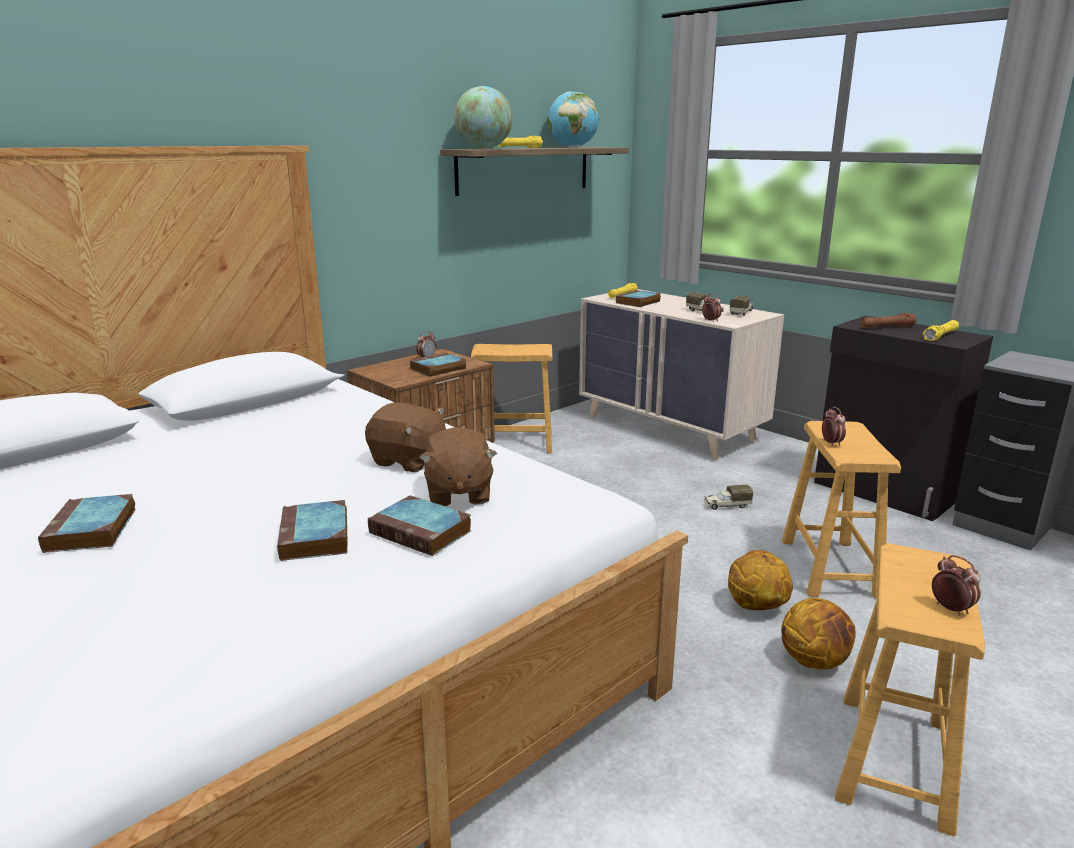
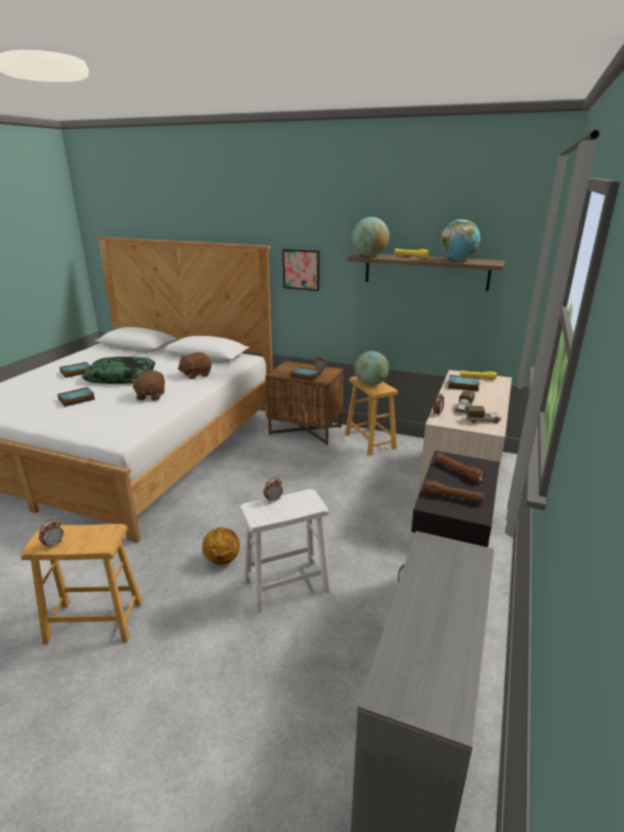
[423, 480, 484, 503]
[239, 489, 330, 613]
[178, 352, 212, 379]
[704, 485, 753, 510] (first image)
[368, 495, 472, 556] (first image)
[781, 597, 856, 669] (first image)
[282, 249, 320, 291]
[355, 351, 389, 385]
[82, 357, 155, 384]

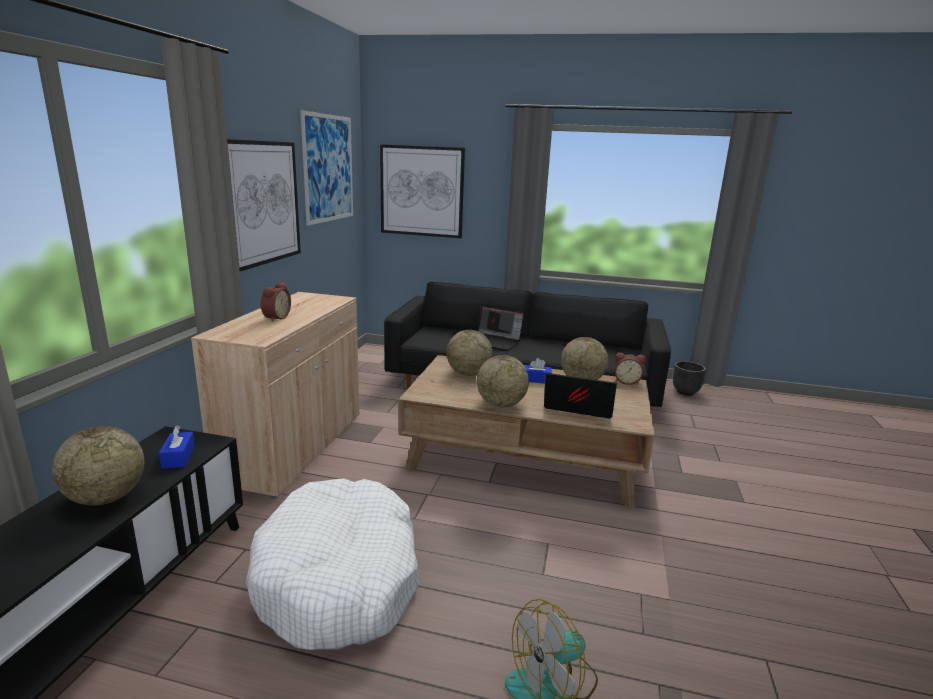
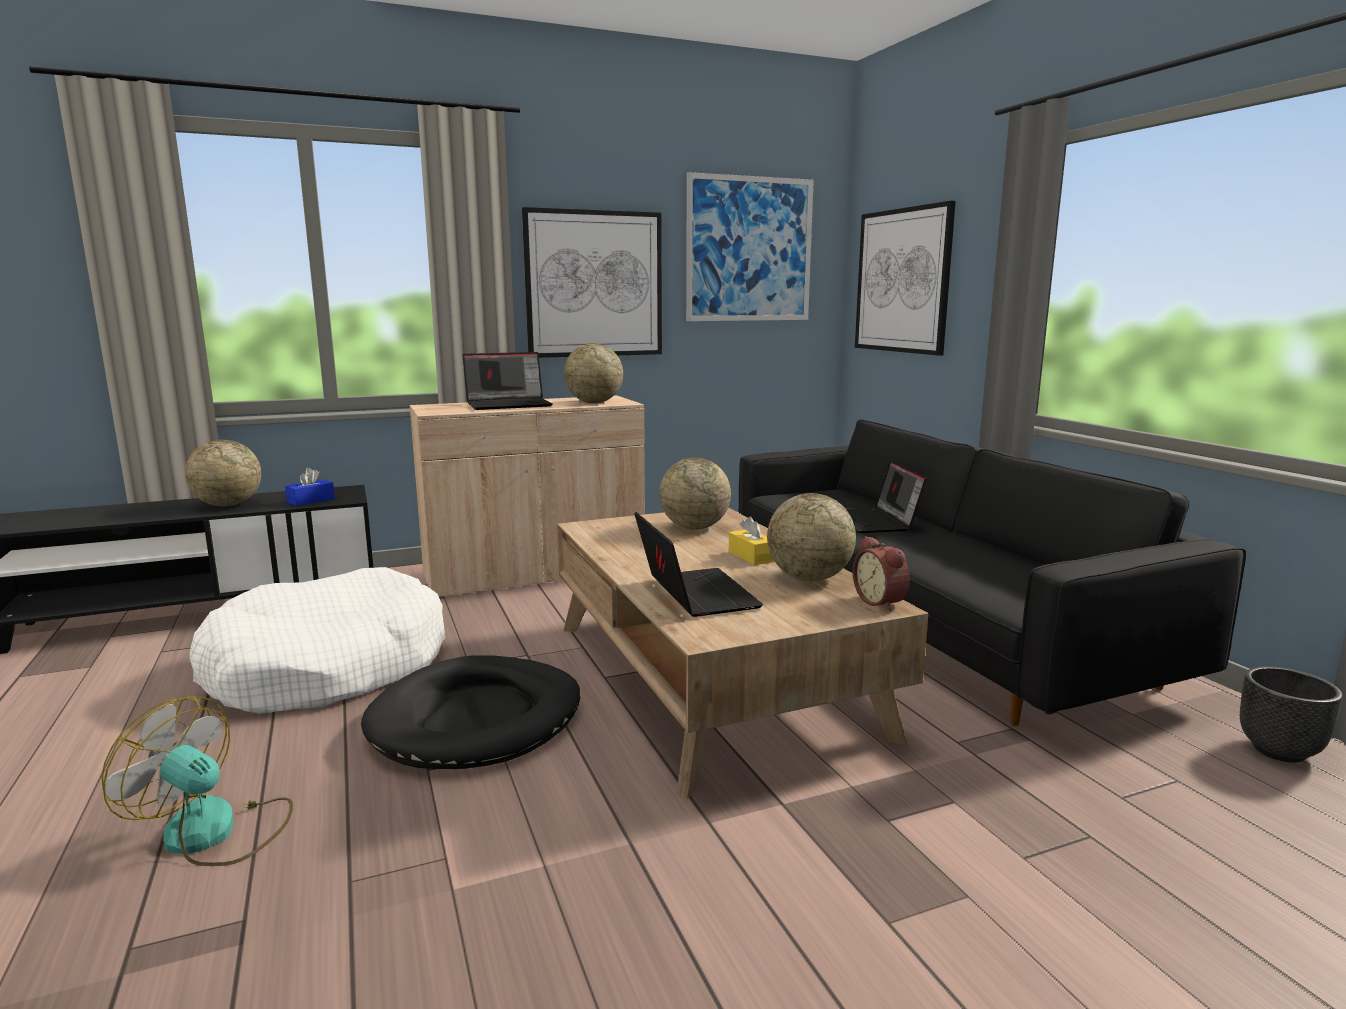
[462, 352, 552, 410]
[564, 343, 623, 403]
[729, 517, 775, 565]
[361, 655, 580, 769]

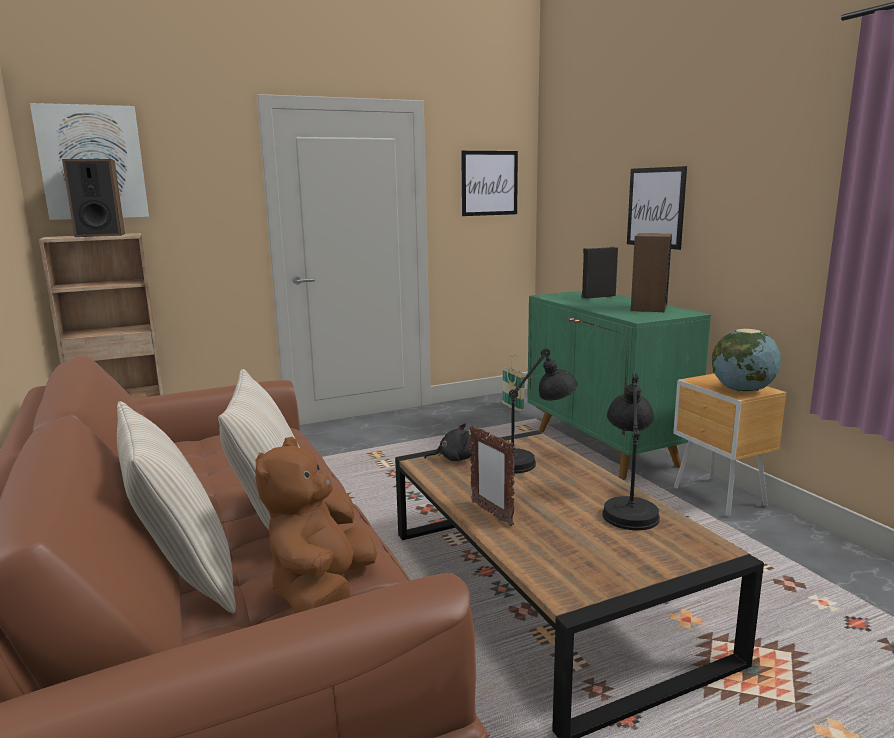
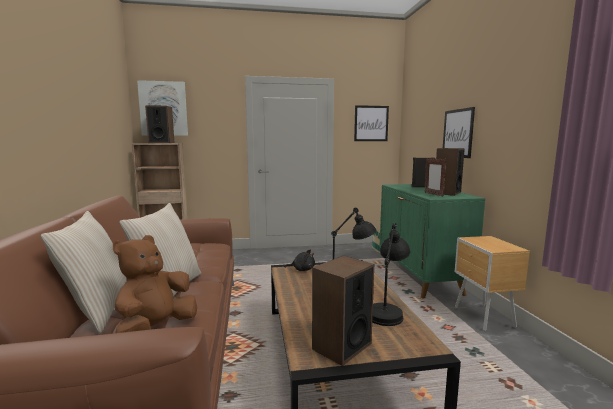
[712, 329, 781, 392] (first image)
[424, 158, 447, 197]
[312, 256, 374, 366]

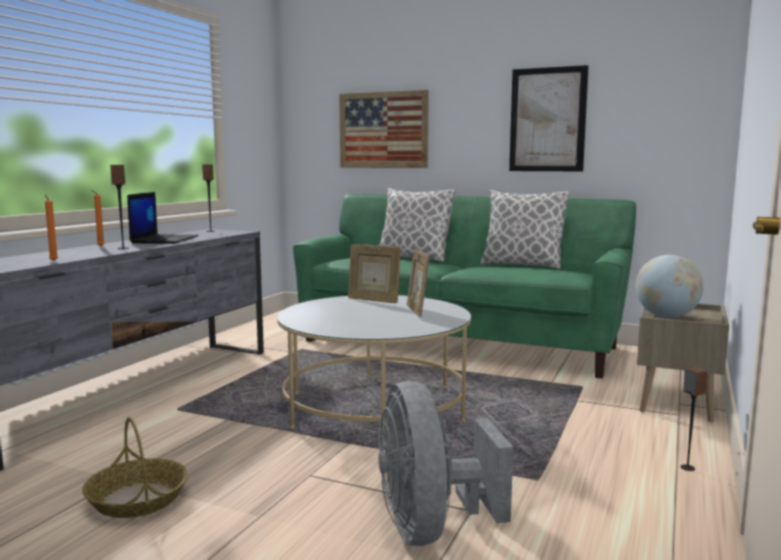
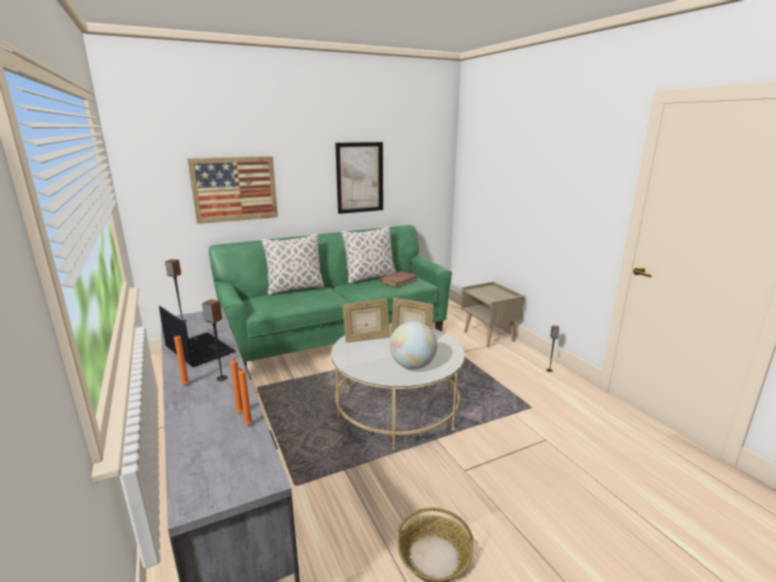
[390, 321, 437, 369]
[378, 381, 513, 546] (first image)
[380, 271, 418, 288]
[230, 356, 243, 413]

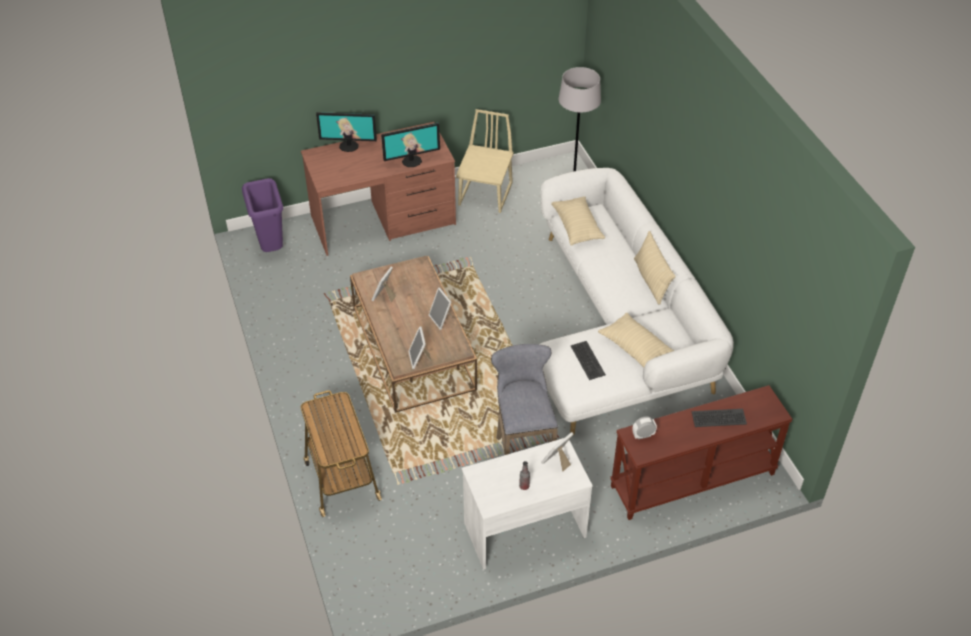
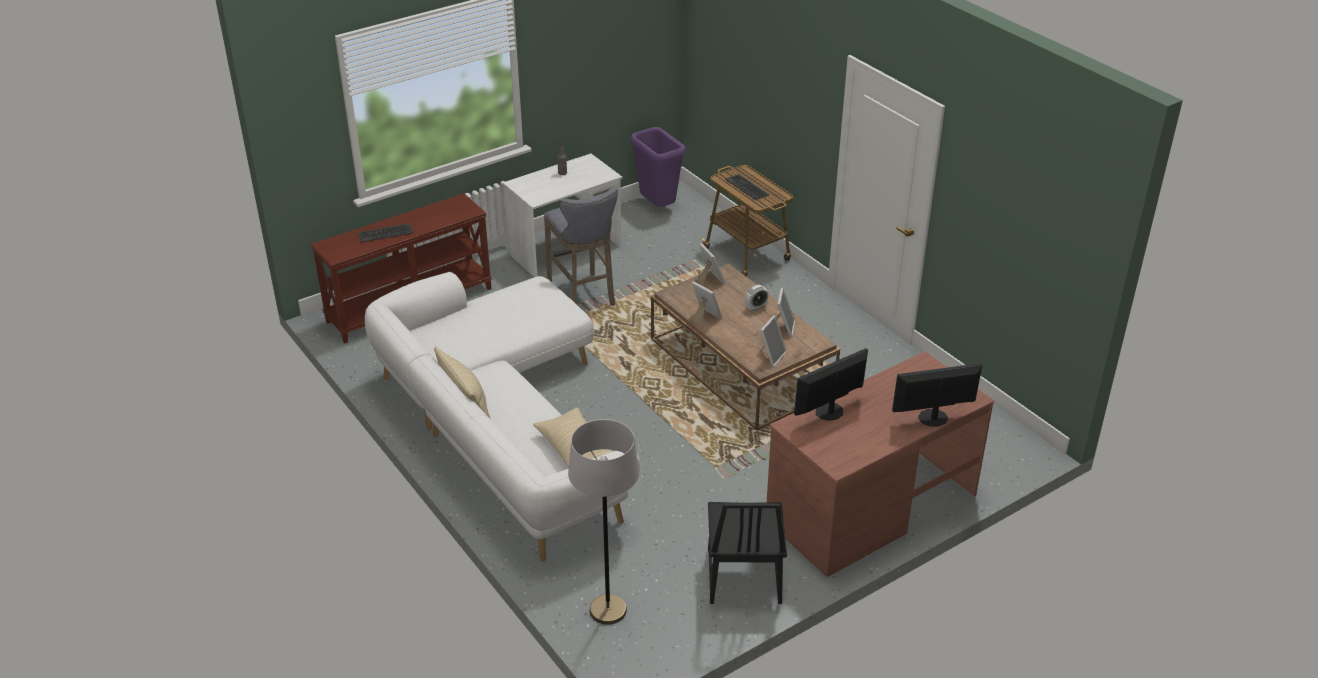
[708, 502, 787, 604]
[631, 127, 686, 207]
[598, 313, 675, 368] (first image)
[725, 174, 769, 200]
[745, 285, 769, 311]
[756, 315, 787, 367]

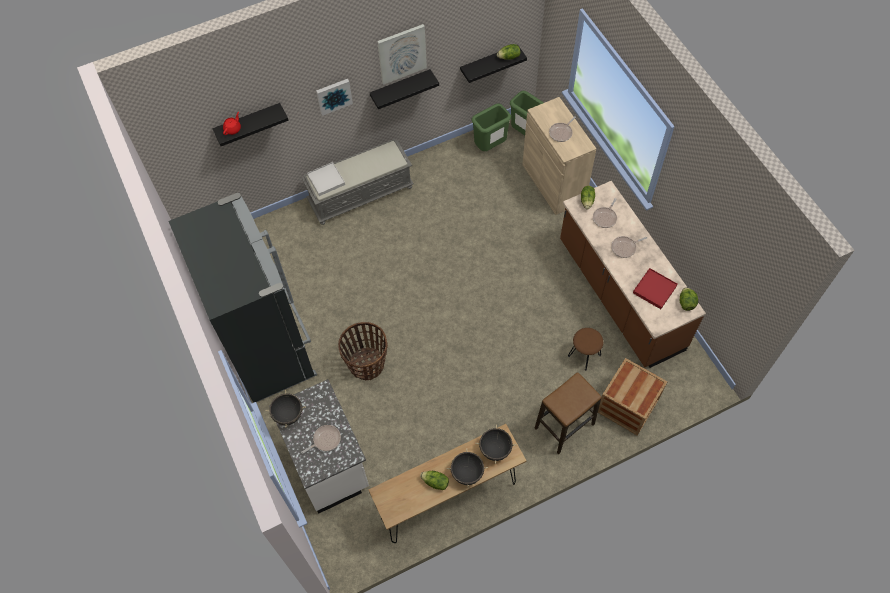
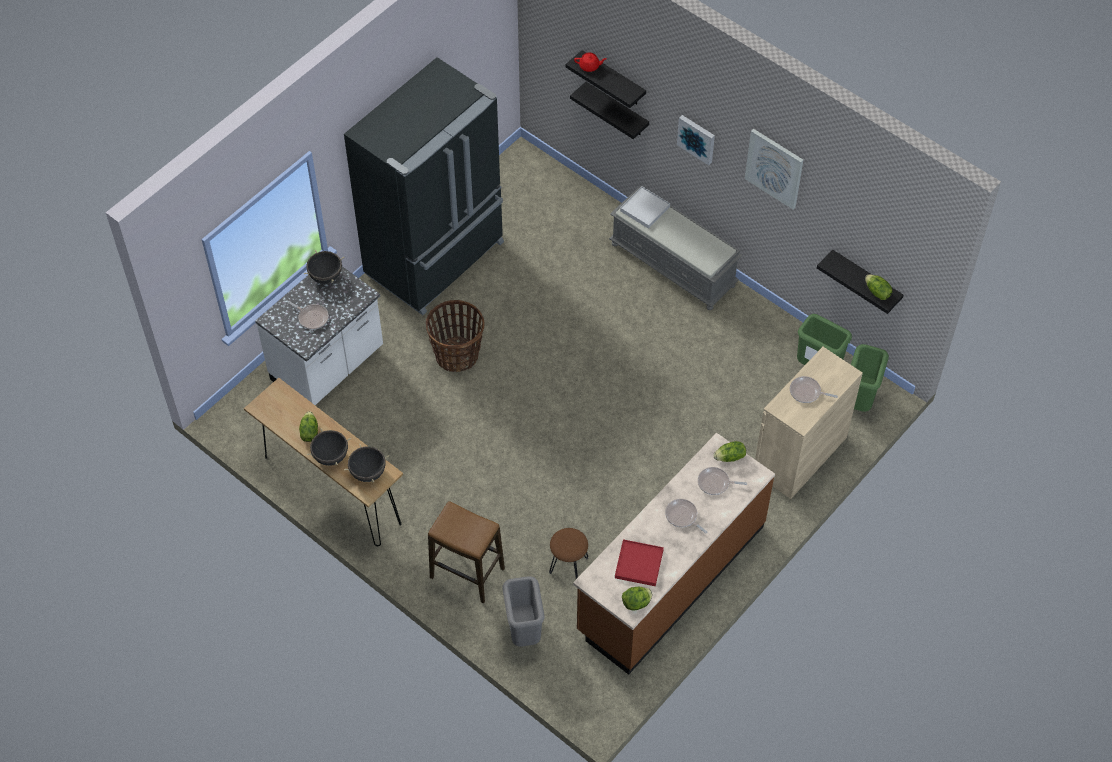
[570, 82, 649, 139]
[502, 576, 544, 647]

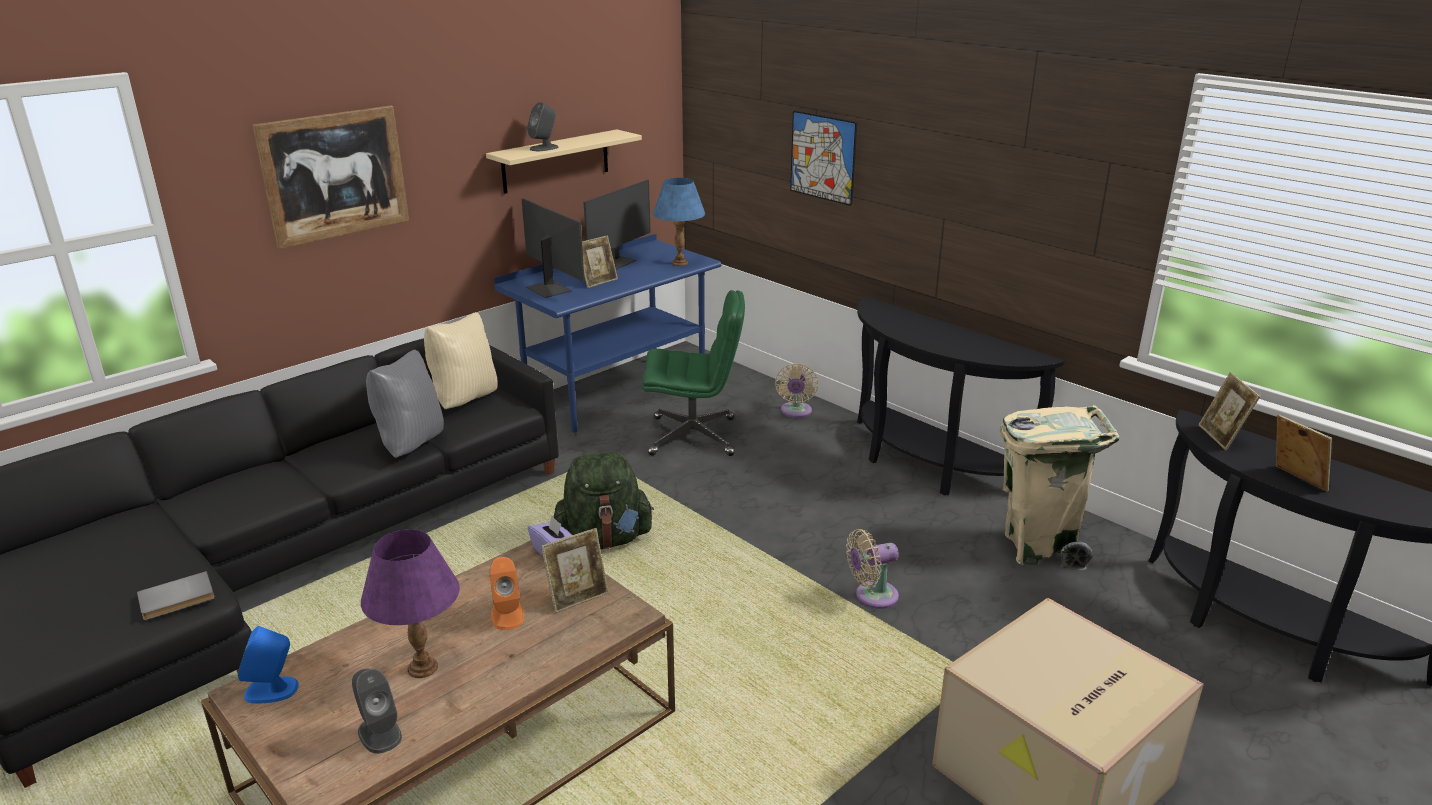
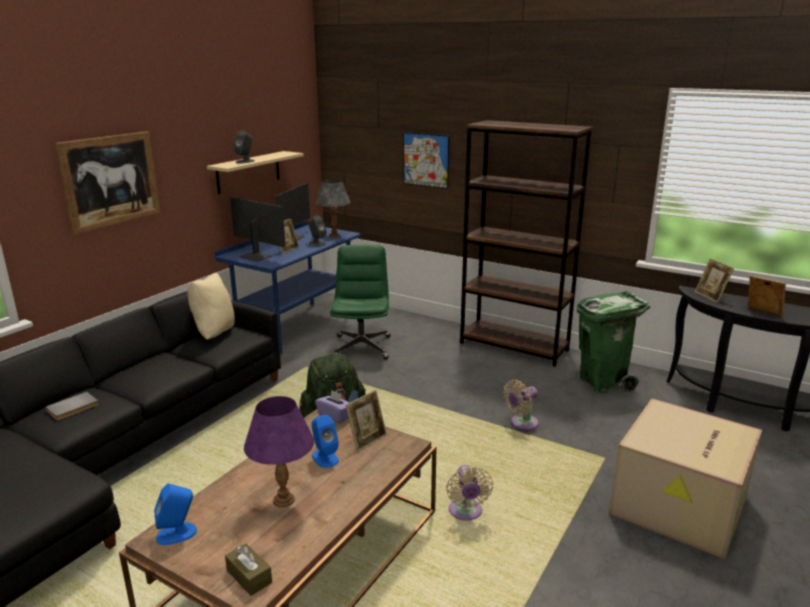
[316, 179, 350, 238]
[330, 245, 391, 359]
[460, 120, 593, 367]
[366, 350, 444, 458] (first image)
[446, 465, 493, 521]
[577, 291, 651, 394]
[312, 415, 339, 468]
[45, 392, 99, 420]
[308, 215, 327, 246]
[225, 543, 272, 596]

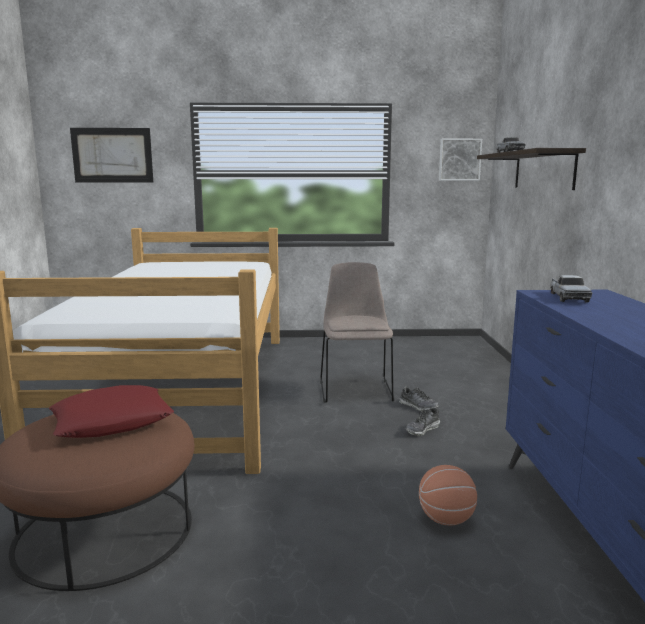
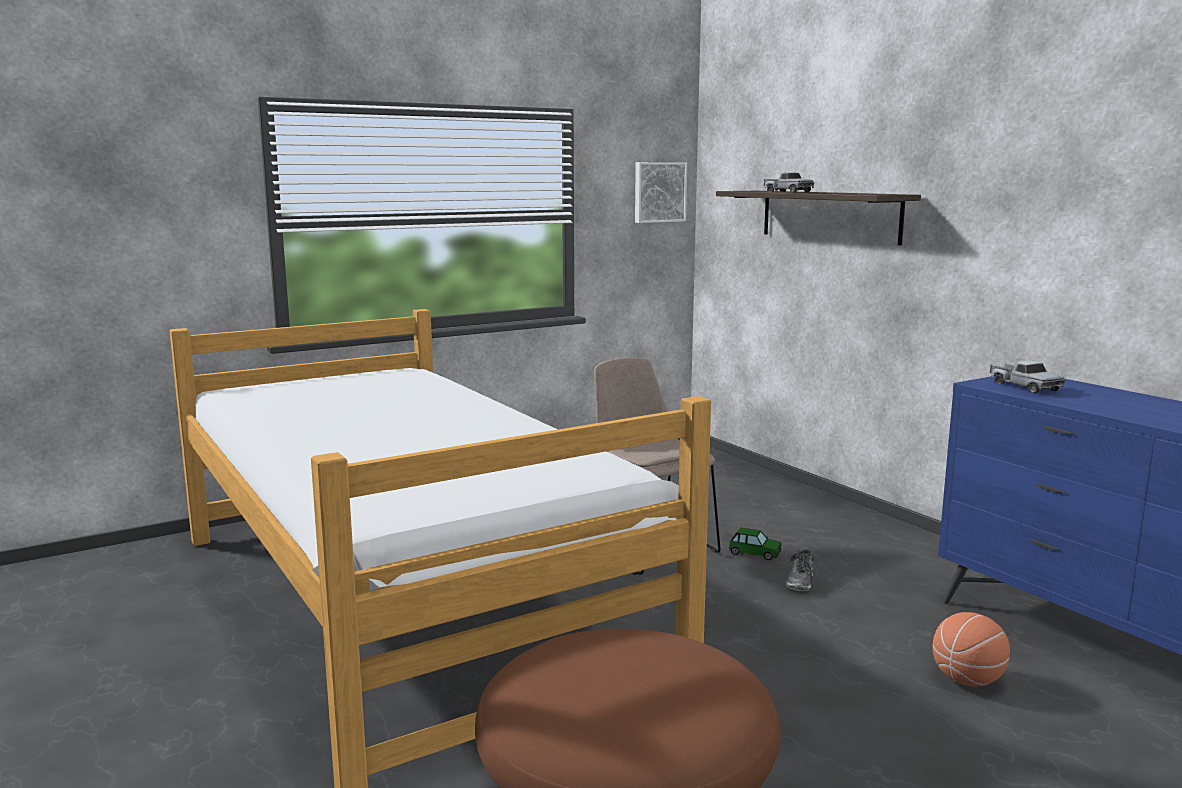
[70, 128, 153, 183] (first image)
[49, 385, 174, 438] (first image)
[729, 528, 782, 560]

